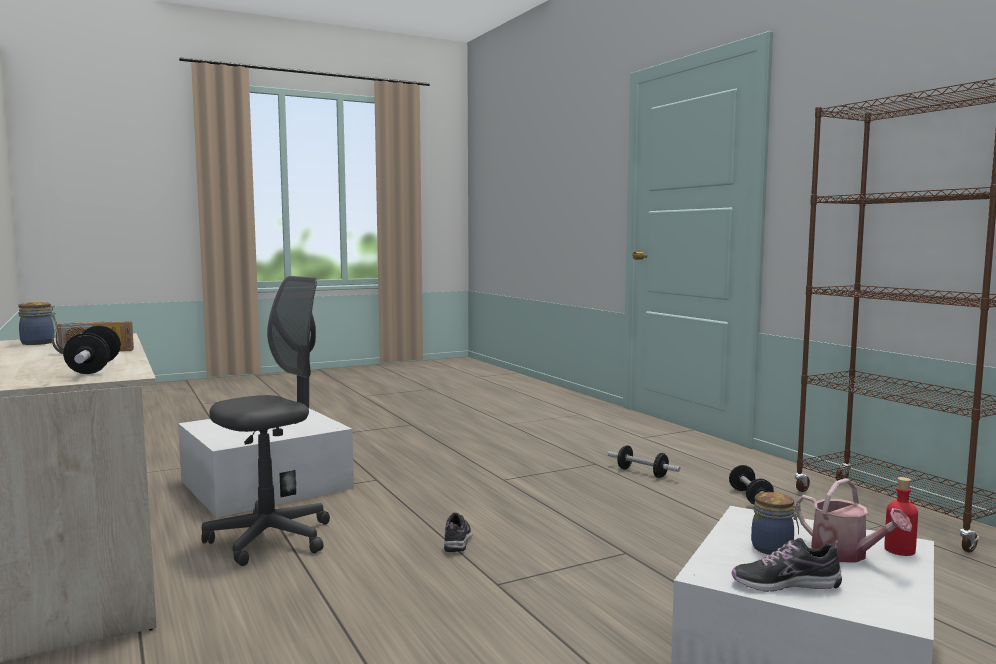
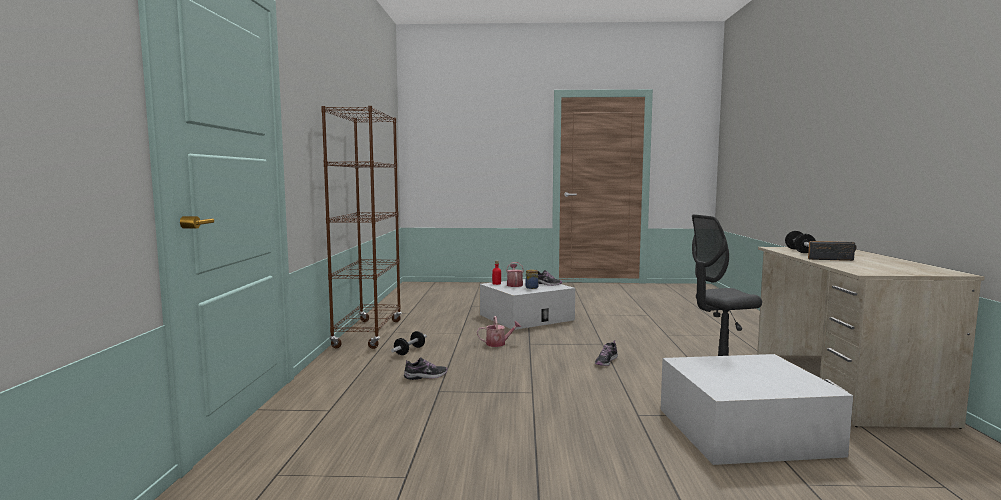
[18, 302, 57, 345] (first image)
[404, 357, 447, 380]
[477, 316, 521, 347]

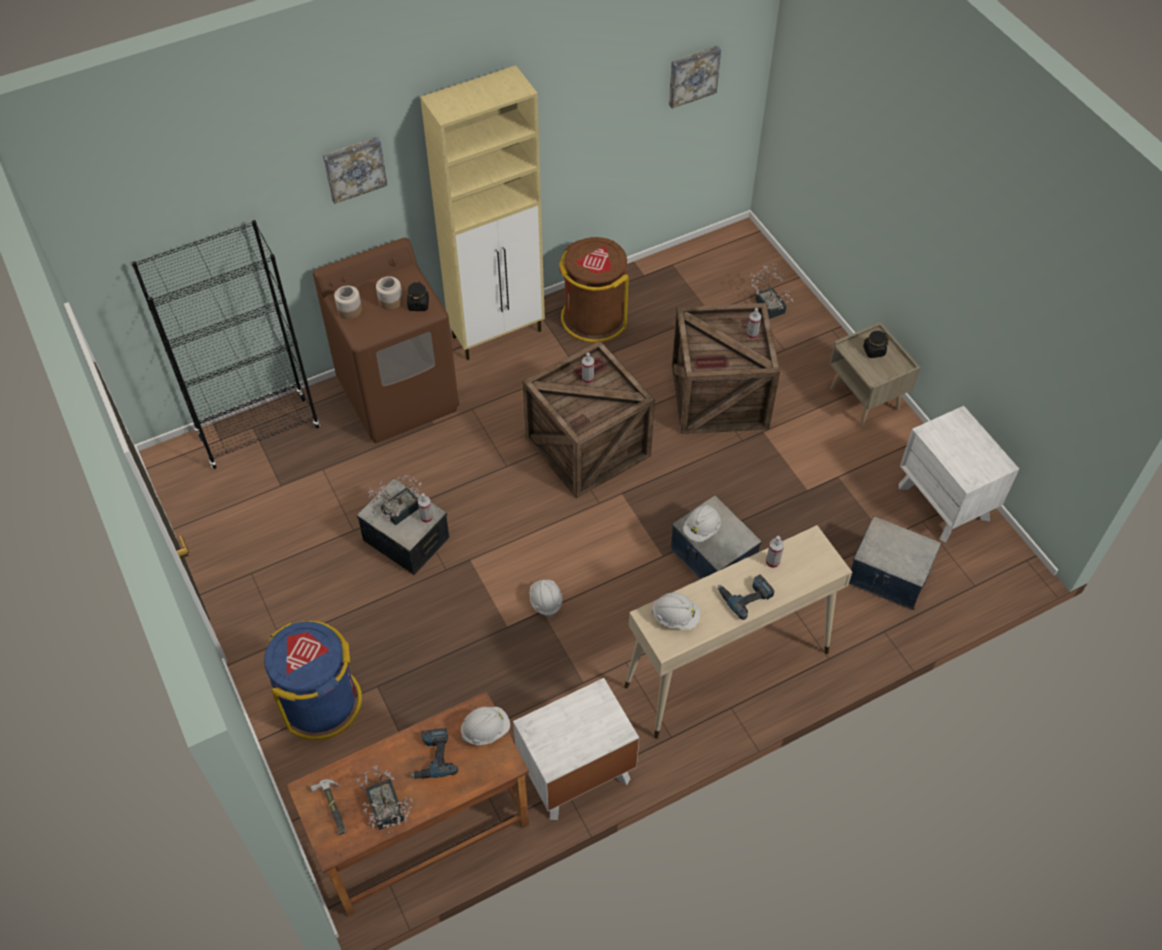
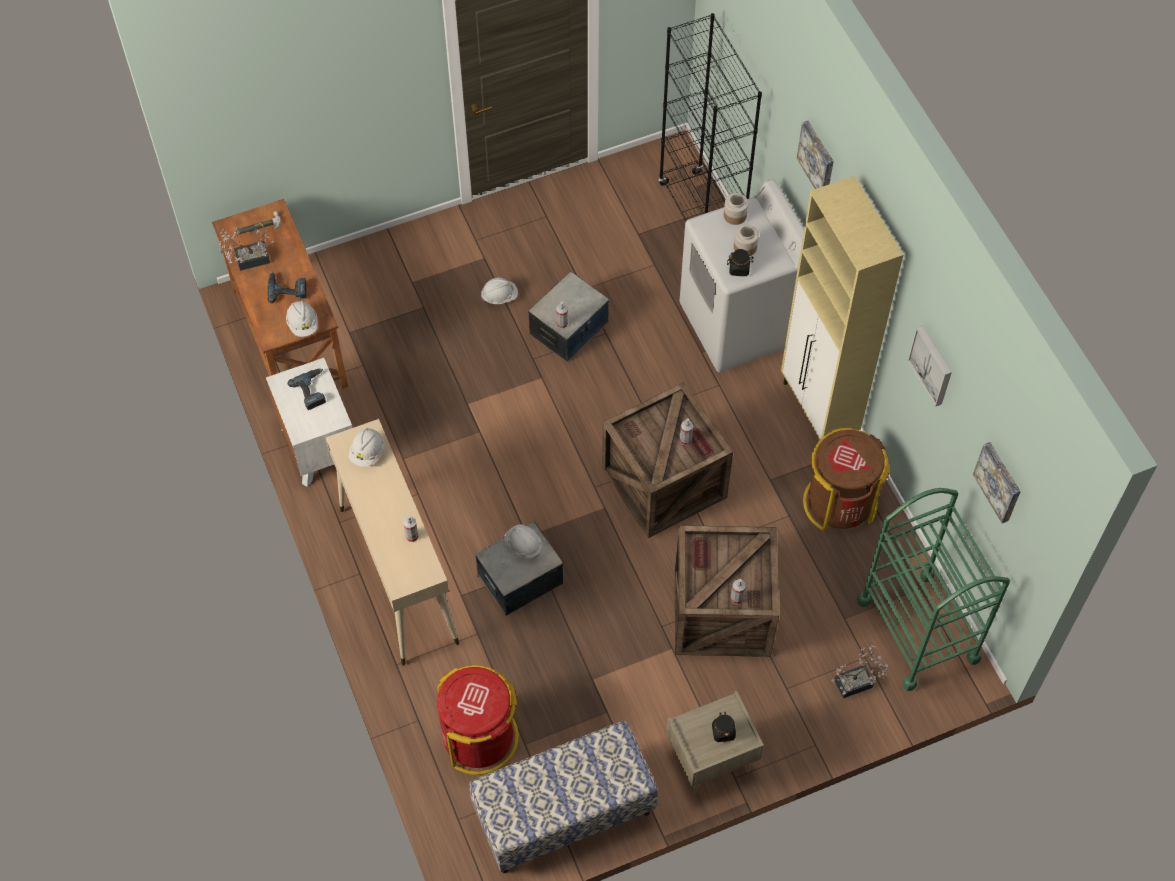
[680, 179, 804, 372]
[469, 721, 658, 873]
[368, 475, 421, 526] (first image)
[437, 665, 519, 775]
[287, 368, 326, 410]
[481, 277, 518, 304]
[264, 621, 362, 740] (first image)
[908, 326, 952, 407]
[857, 488, 1010, 691]

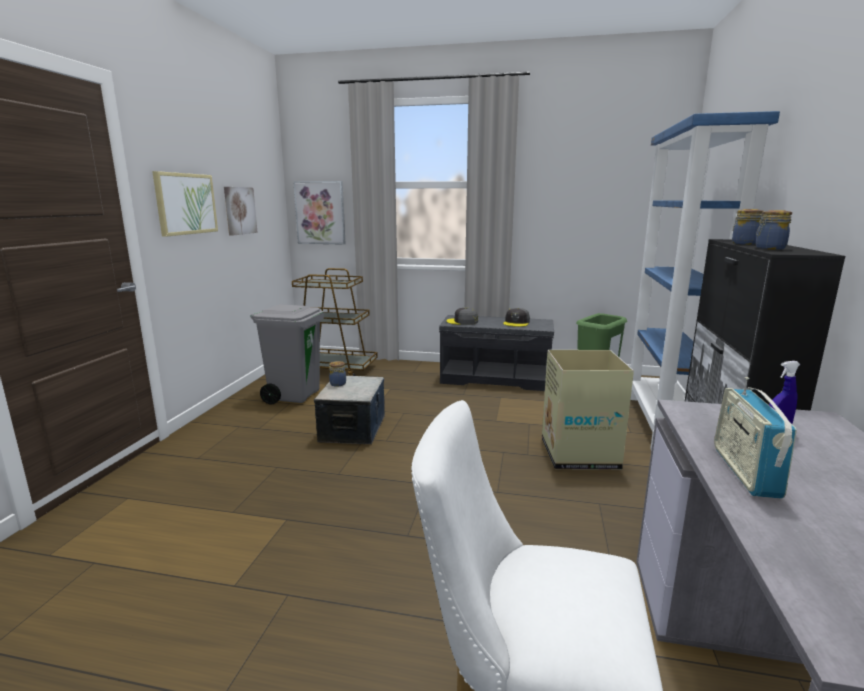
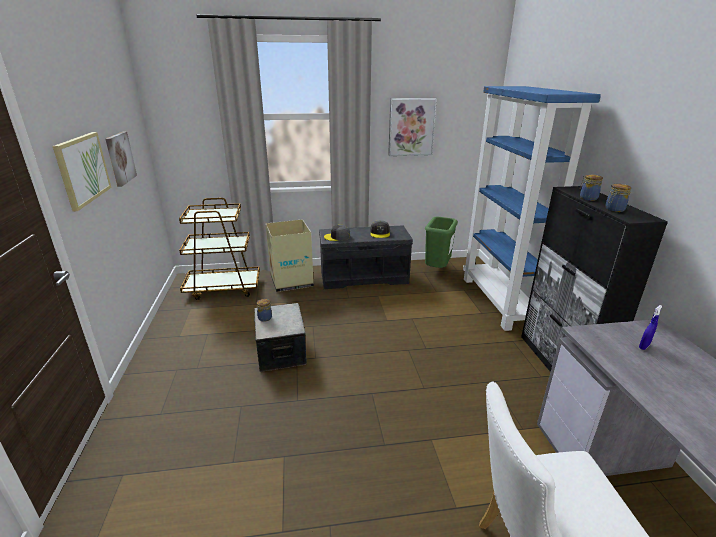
[388, 98, 437, 156]
[250, 304, 324, 404] (first image)
[265, 219, 314, 292]
[714, 377, 797, 499] (first image)

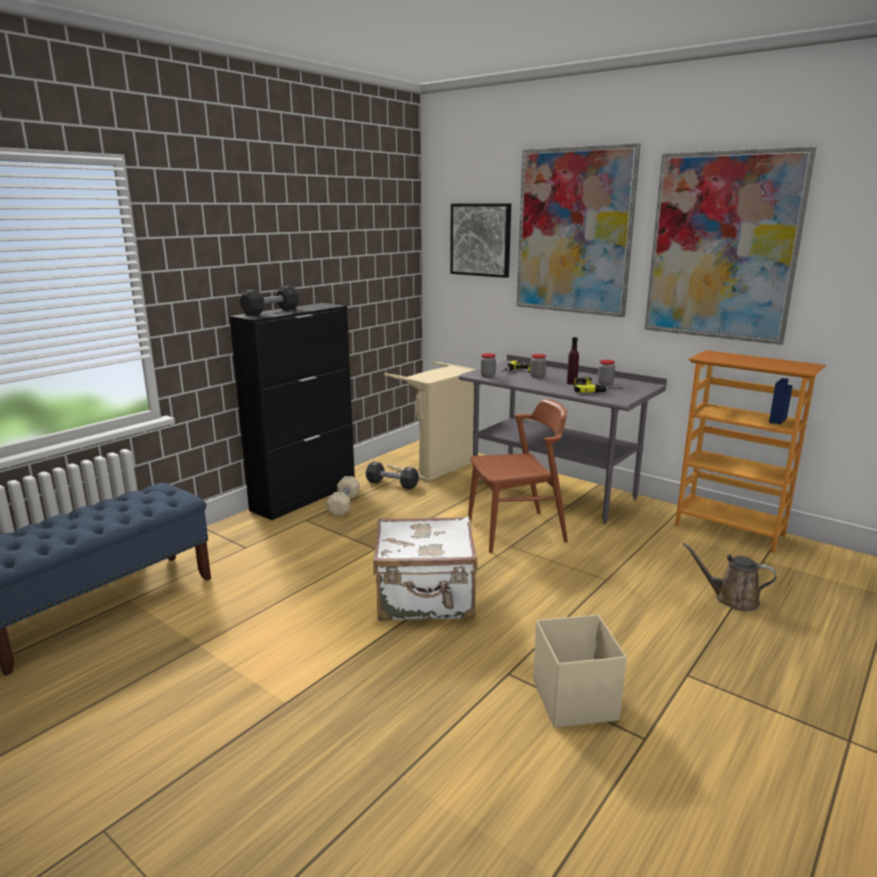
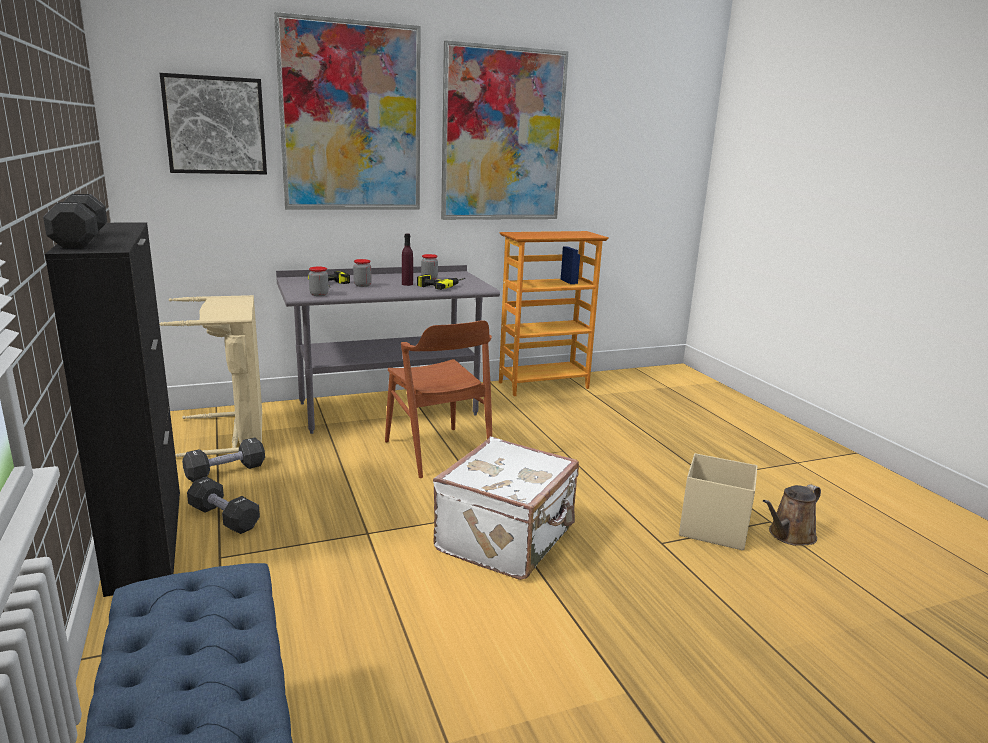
[385, 320, 492, 478]
[187, 476, 260, 534]
[763, 484, 821, 546]

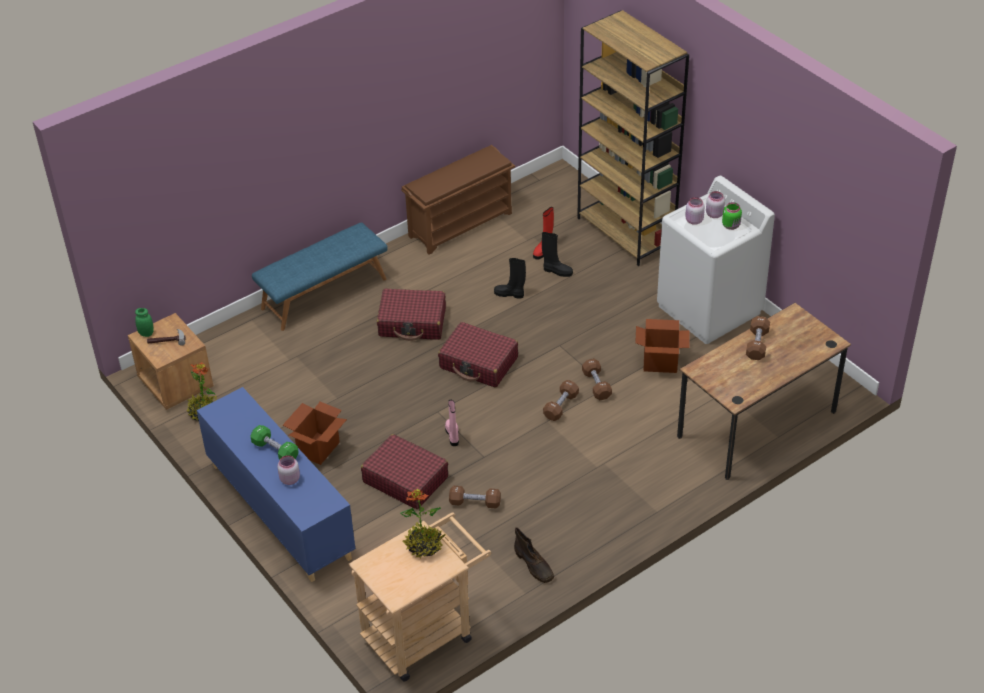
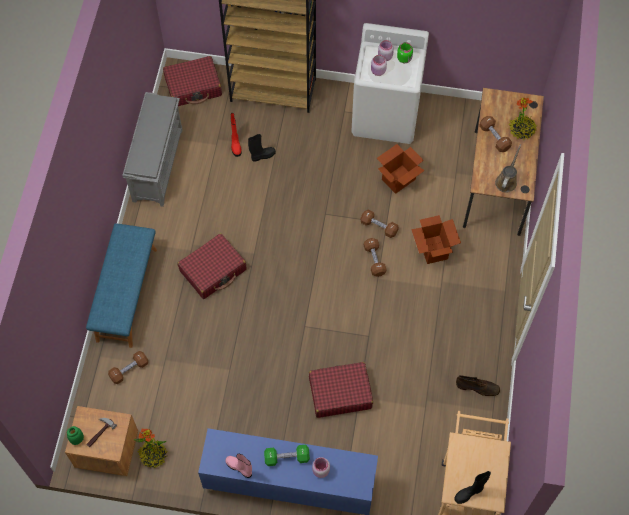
[122, 92, 183, 207]
[454, 471, 491, 504]
[163, 56, 222, 106]
[225, 454, 252, 478]
[411, 215, 461, 264]
[108, 351, 148, 384]
[509, 98, 537, 140]
[495, 144, 521, 193]

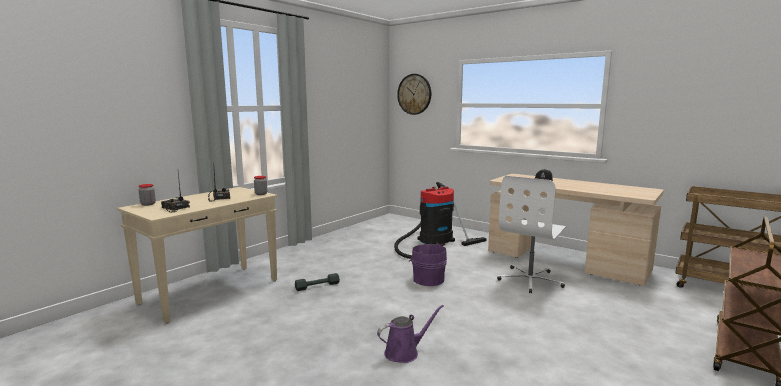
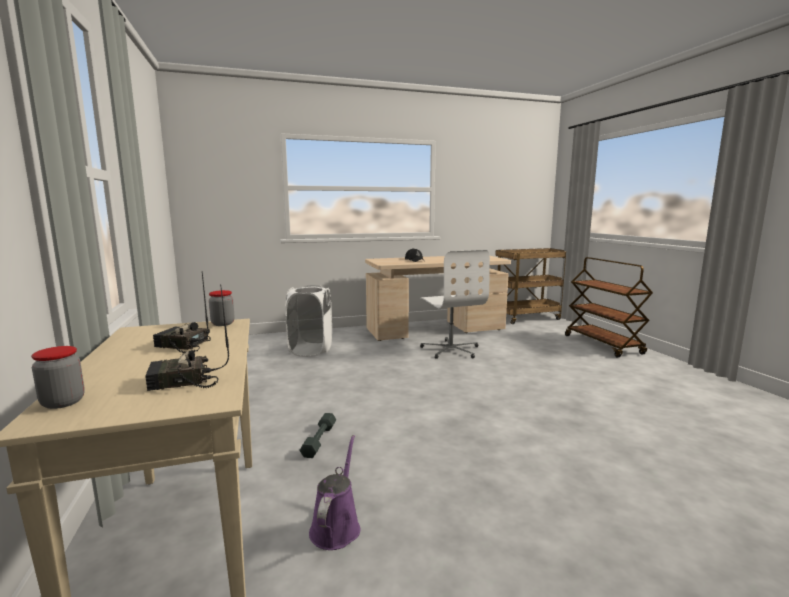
[397, 74, 431, 115] (first image)
[285, 285, 332, 357]
[408, 243, 447, 286] (first image)
[309, 435, 360, 550]

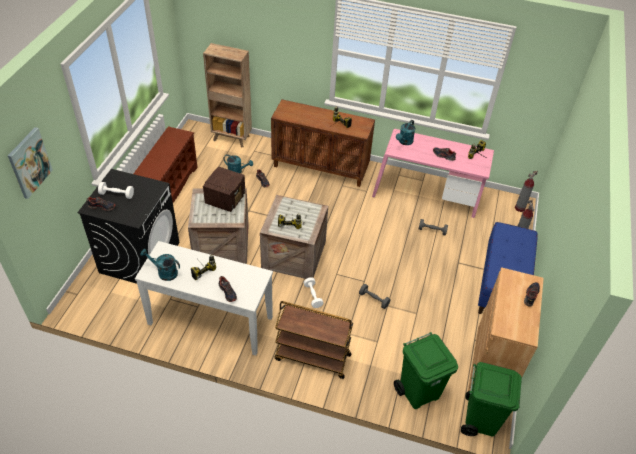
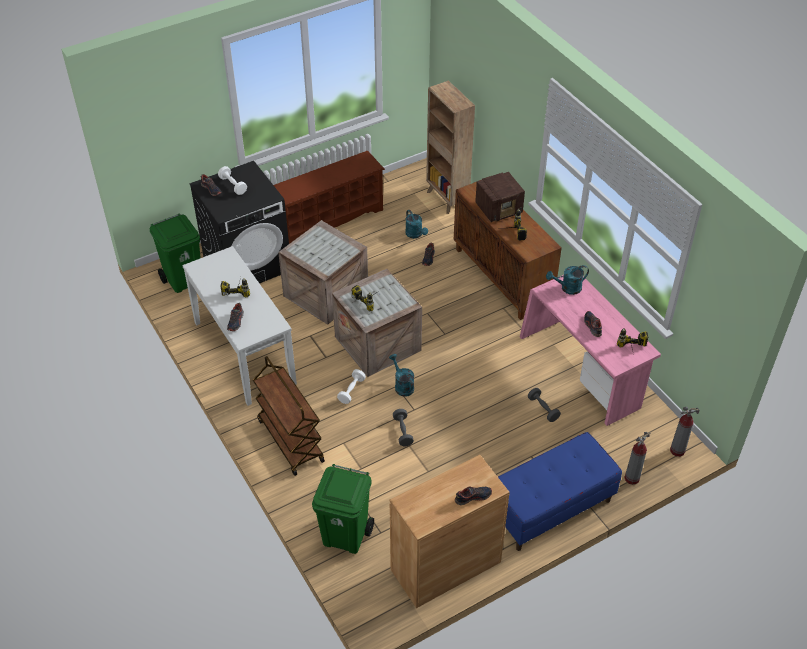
[8, 127, 53, 199] (first image)
[475, 172, 525, 222]
[389, 354, 414, 397]
[149, 214, 201, 293]

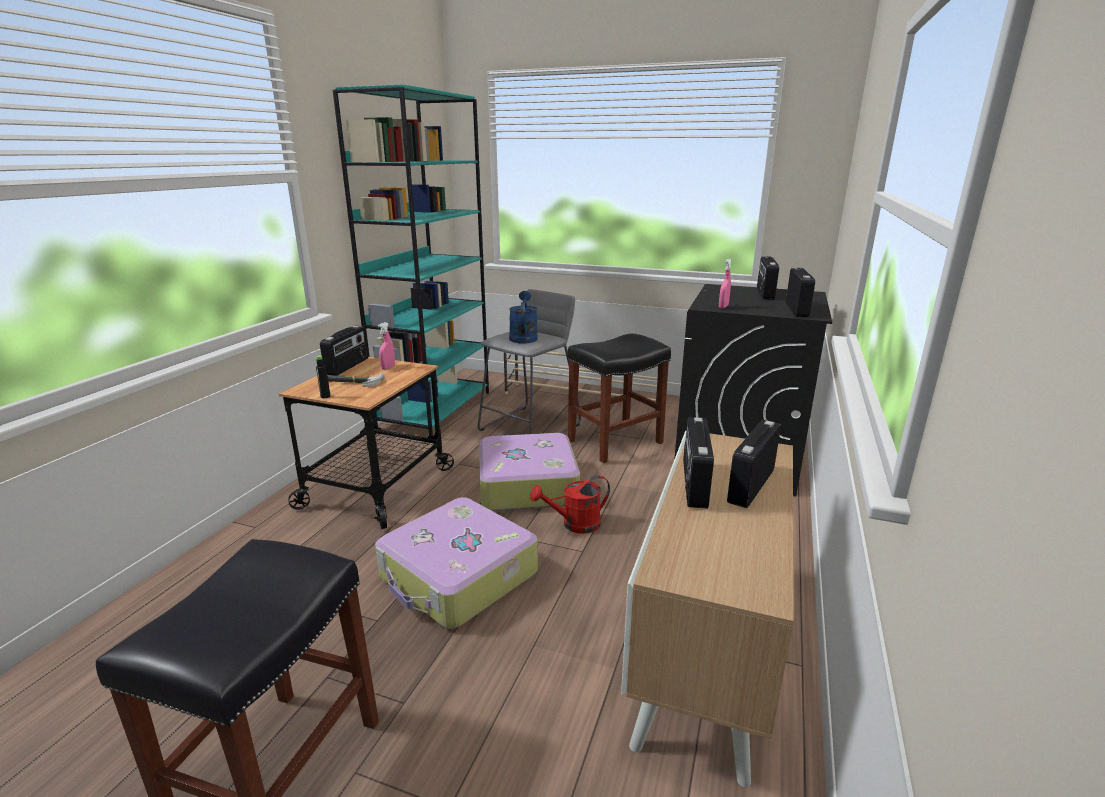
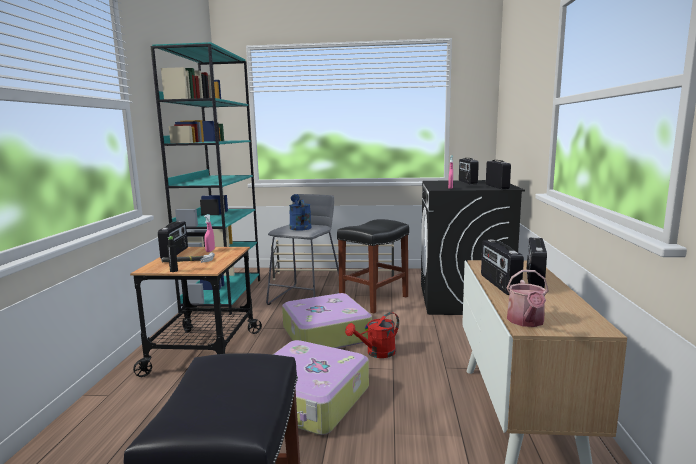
[506, 270, 549, 327]

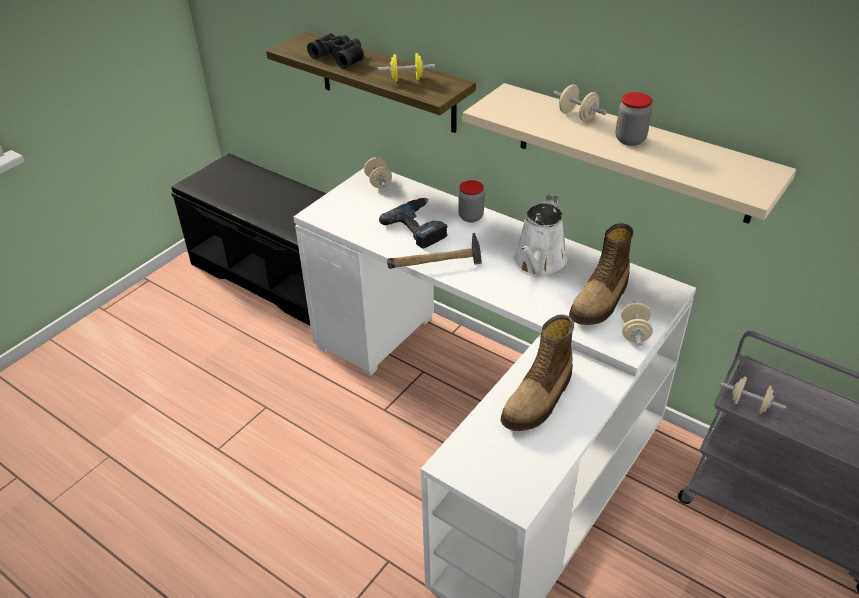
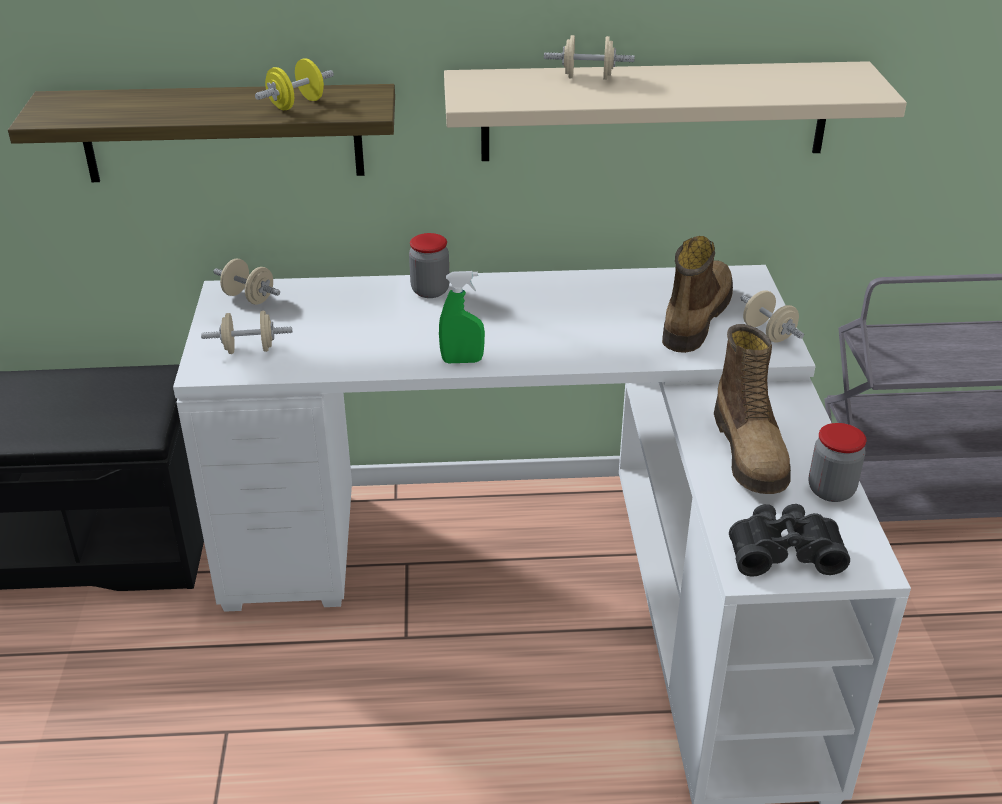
[729, 504, 850, 576]
[809, 423, 867, 502]
[514, 195, 569, 277] (first image)
[379, 198, 448, 248] (first image)
[662, 236, 733, 353]
[439, 271, 485, 363]
[201, 311, 292, 354]

